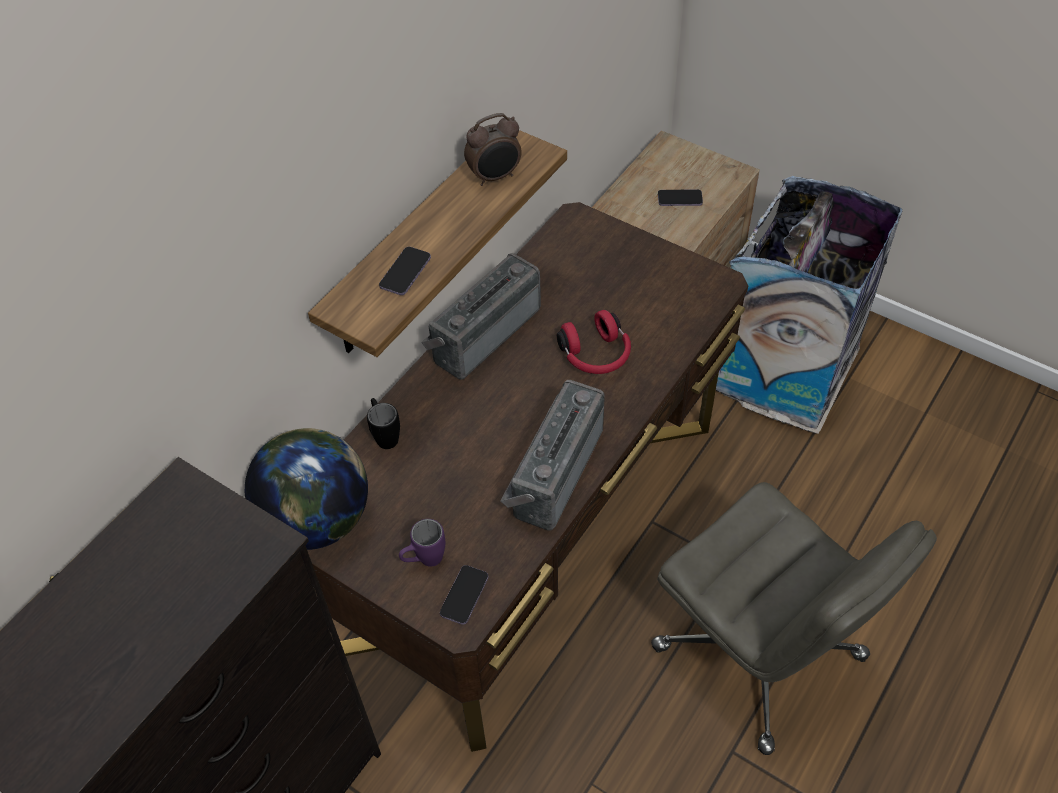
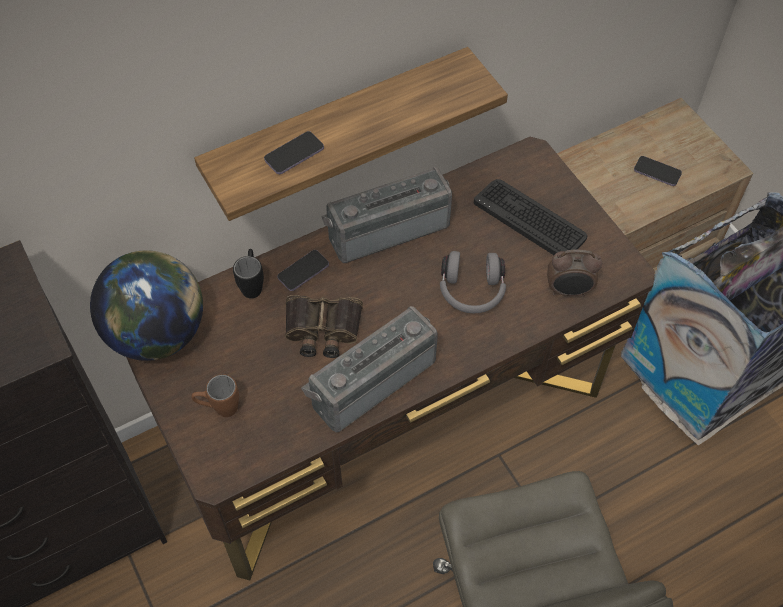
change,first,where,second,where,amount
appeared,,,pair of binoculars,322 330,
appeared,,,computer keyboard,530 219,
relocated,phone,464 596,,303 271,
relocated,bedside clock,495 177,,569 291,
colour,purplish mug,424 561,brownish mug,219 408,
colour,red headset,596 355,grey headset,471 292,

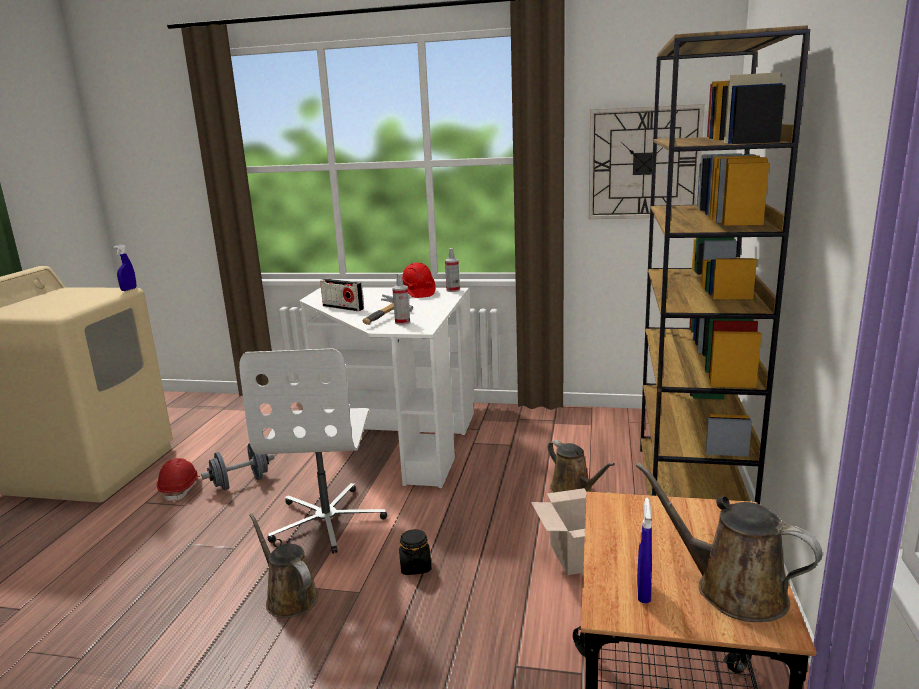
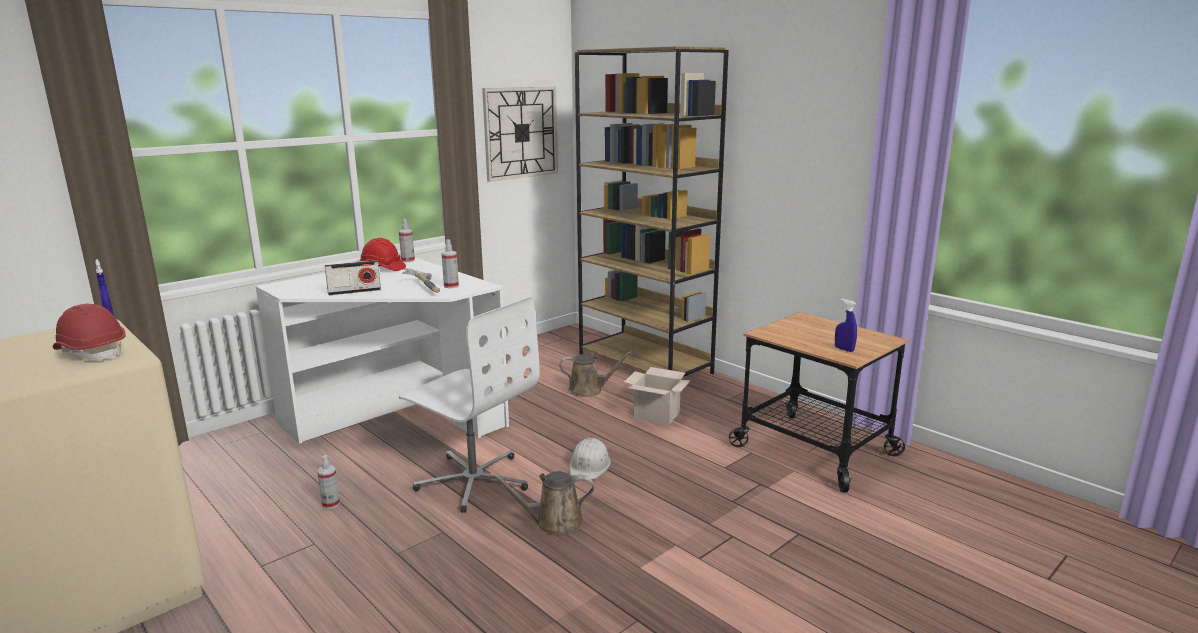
change,first,where,second,where,amount
missing,brownish watering can,732 590,,,
relocated,red work helmet,181 489,,92 352,
exchanged,grey free weight,241 482,hand sprayer,331 504,
exchanged,black storage jar,415 566,white-coloured work helmet,589 466,

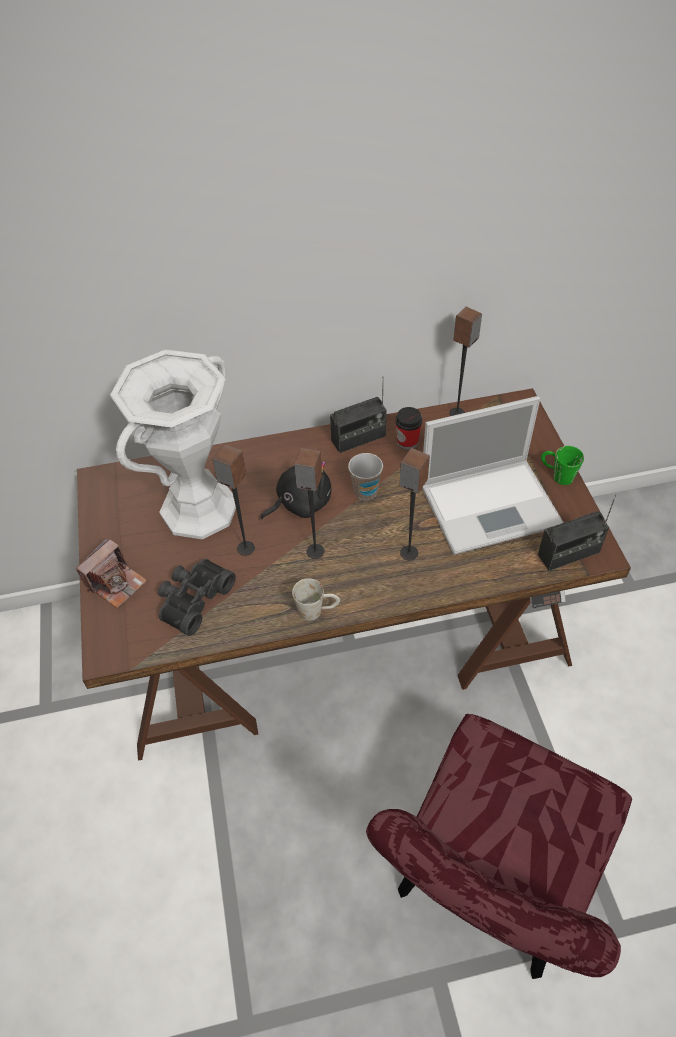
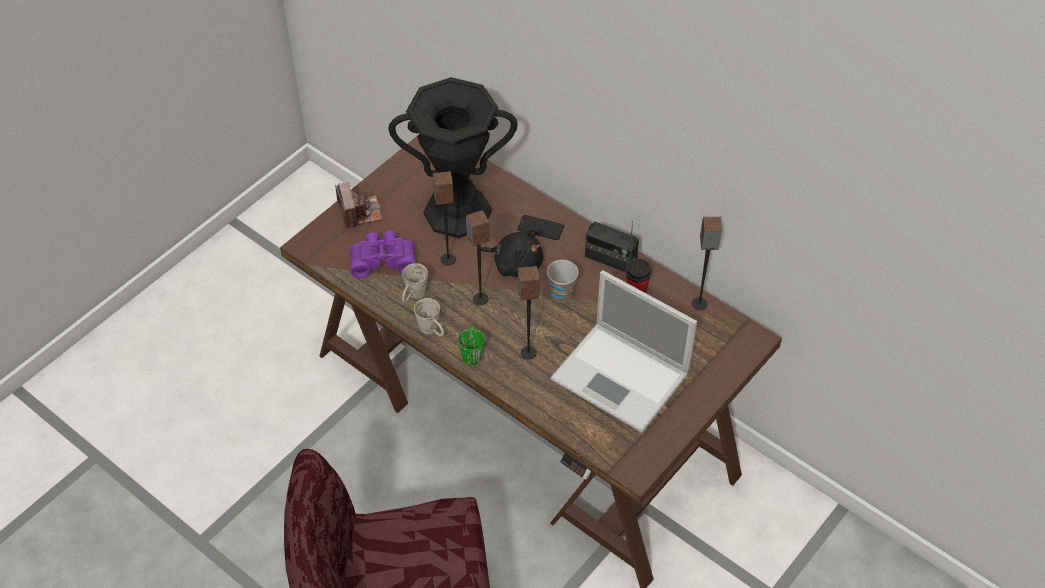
change,first,where,second,where,amount
missing,radio receiver,568 554,,,
appeared,,,white-coloured mug,413 296,
appeared,,,phone,540 228,
relocated,green-coloured mug,557 475,,471 352,
colour,white-coloured vase,199 508,black vase,457 212,
colour,black pair of binoculars,193 599,purplish pair of binoculars,383 259,
spun,photo camera,116 583,,360 212,105 degrees counterclockwise

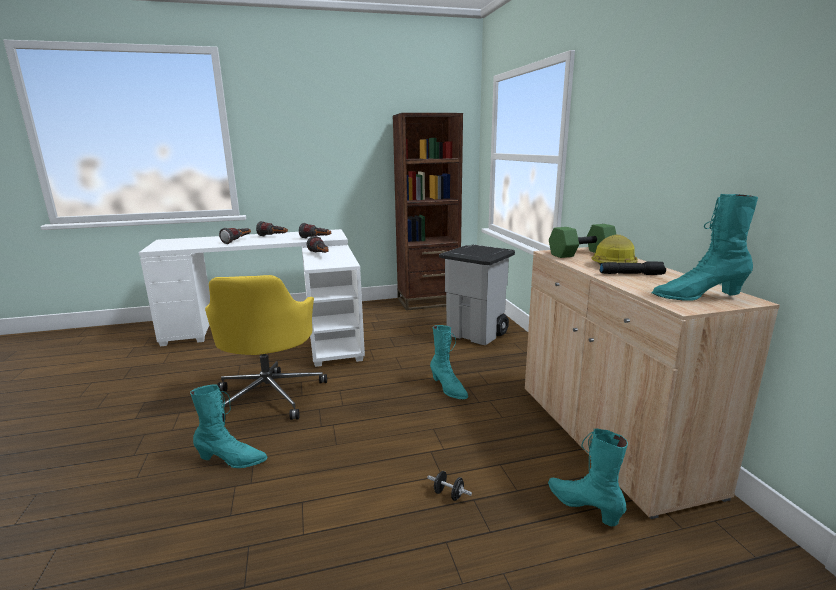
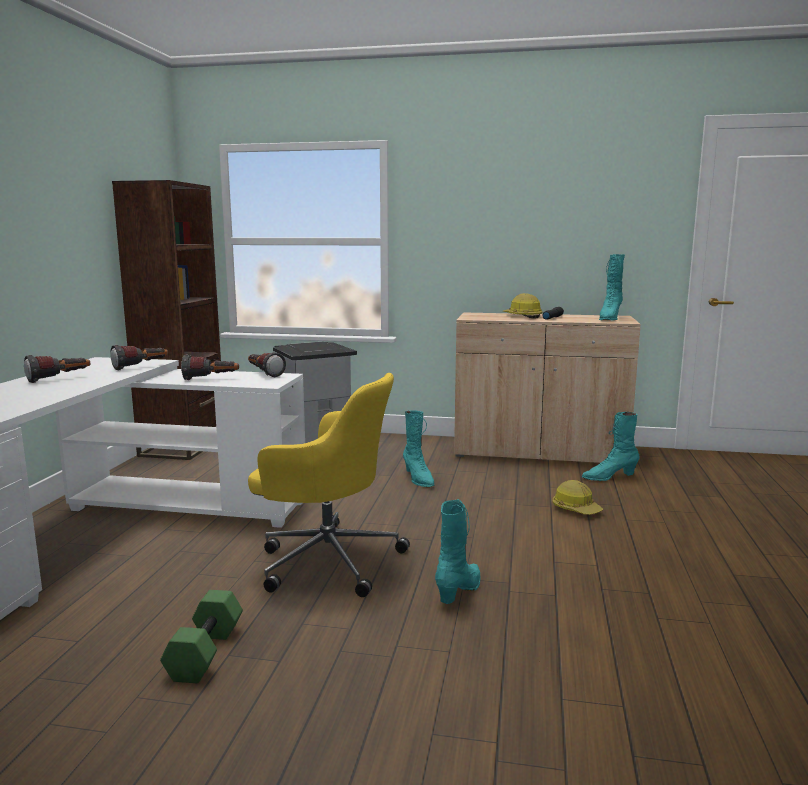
change,first,where,second,where,amount
relocated,flashlight,238 241,,263 373,
relocated,green-coloured free weight,581 254,,206 653,
exchanged,black free weight,448 494,work helmet,576 509,
spun,blue-green boot,448 389,,418 479,75 degrees clockwise

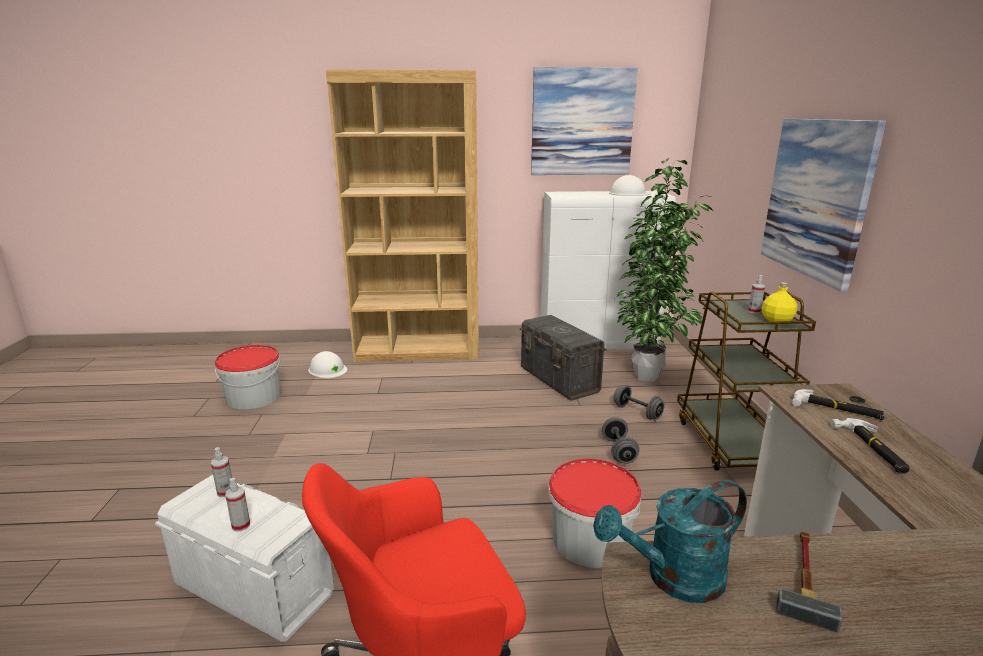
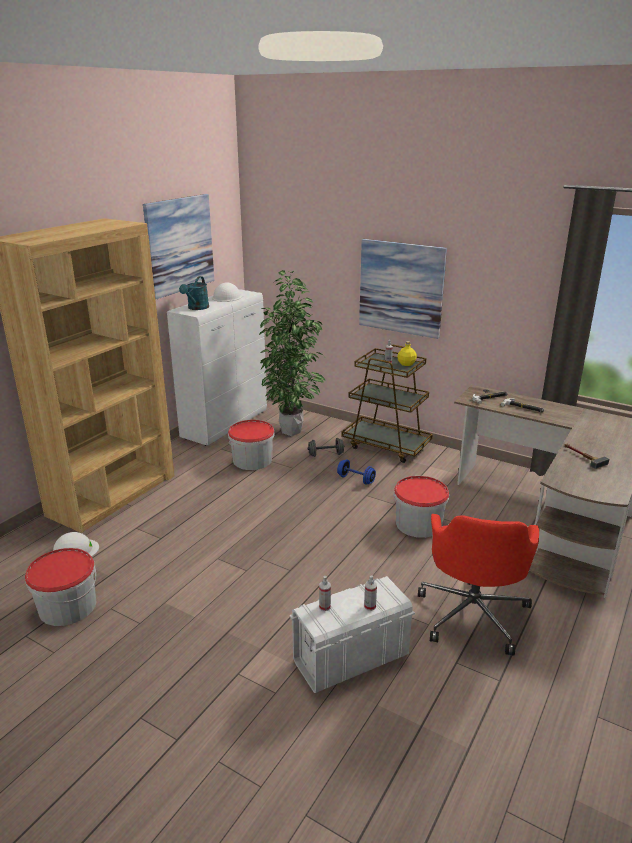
change,first,where,second,where,amount
relocated,blue-green watering can,673 578,,196 308,
exchanged,grey storage box,559 380,water bucket,252 460,
colour,grey free weight,618 451,bluish free weight,356 479,

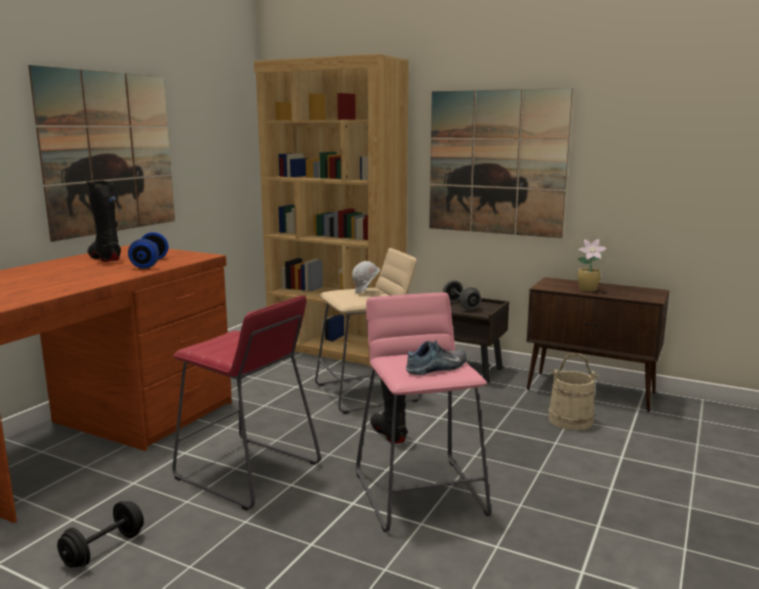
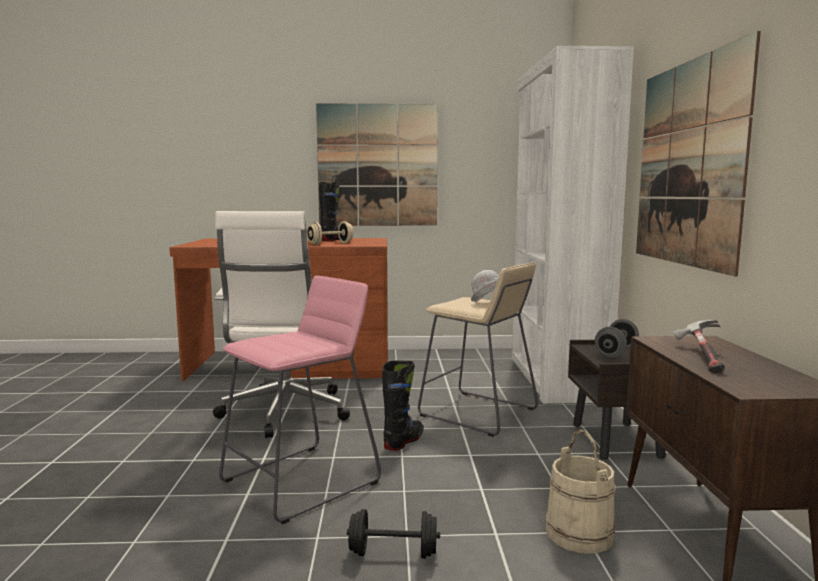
change,first,where,second,where,amount
missing,item of footwear,437 368,,,
relocated,black free weight,104 549,,393 553,
exchanged,red stool seat,247 472,white-coloured desk chair,284 413,
exchanged,potted plant,588 290,hand hammer,702 357,
colour,bluish free weight,150 264,sand-coloured free weight,330 244,
colour,brownish bookshelf,336 348,white-coloured bookshelf,555 378,

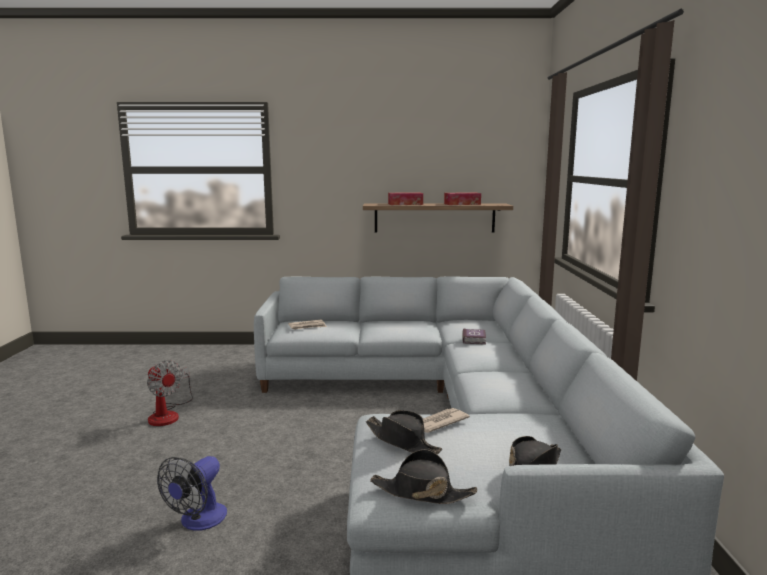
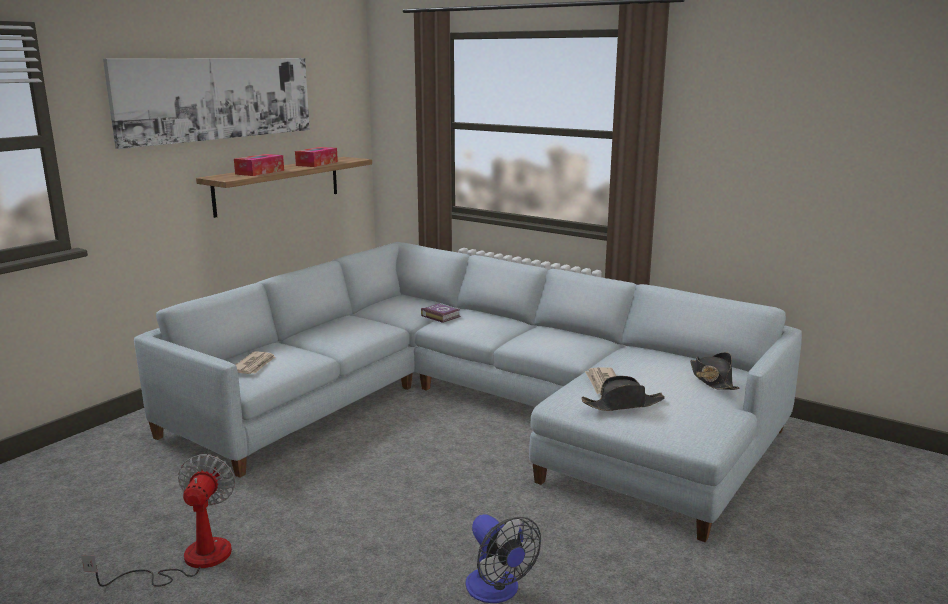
change,first,where,second,where,amount
missing,black clothing hat,421 492,,,
appeared,,,picture,217 98,
spun,cooling fan,168 414,,189 560,75 degrees counterclockwise

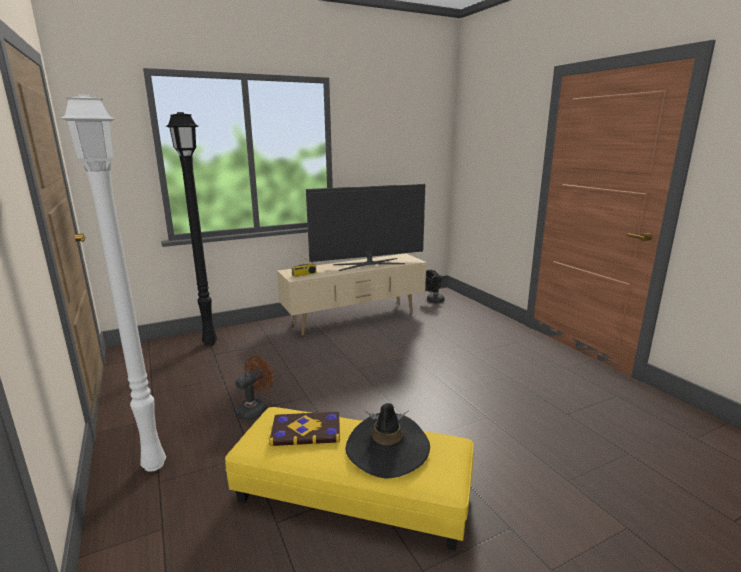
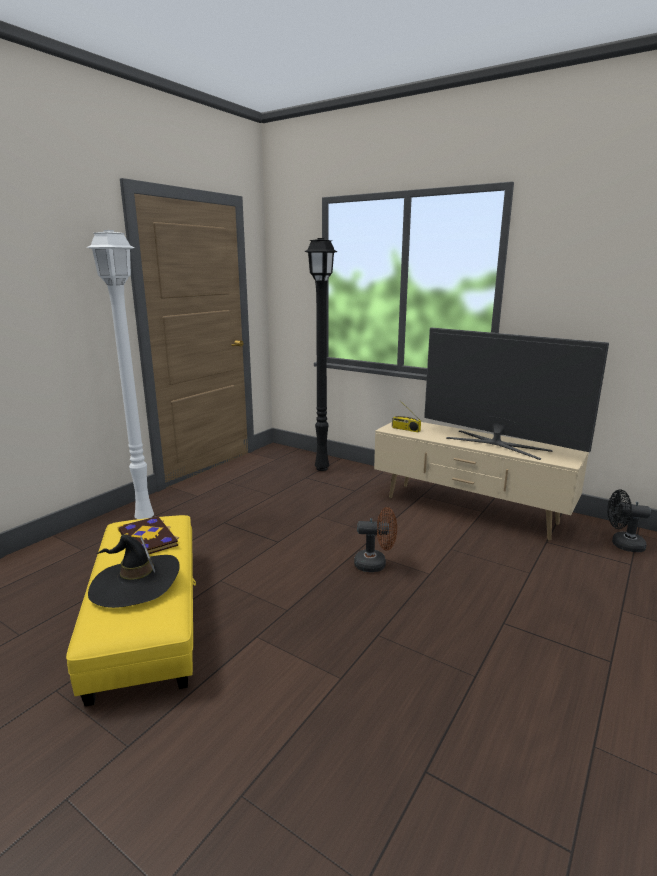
change,first,where,second,where,amount
relocated,brownish cooling fan,255 409,,375 564,

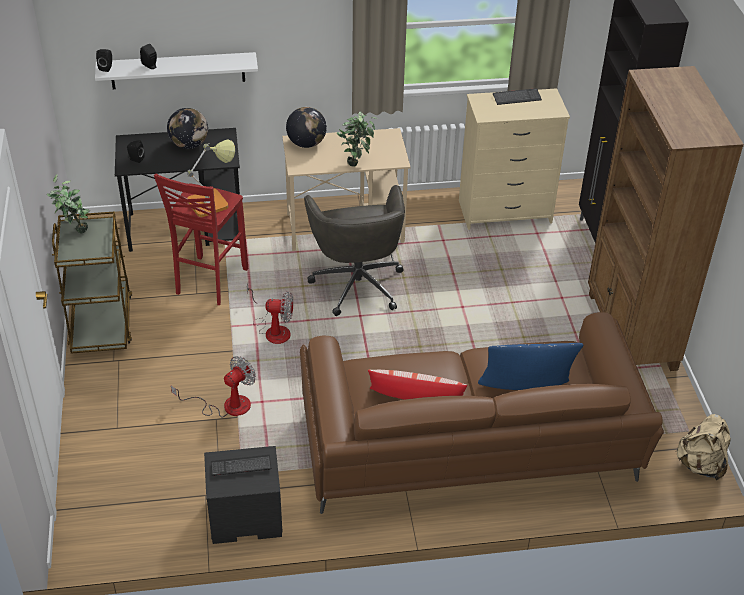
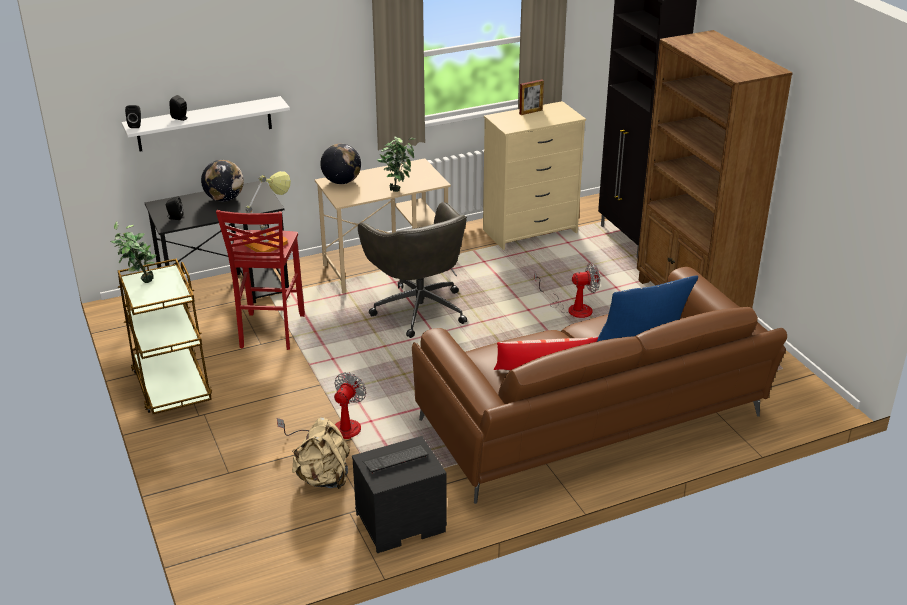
change,first,where,second,where,amount
relocated,cooling fan,273 329,,572 308,
relocated,sand-coloured knapsack,700 464,,323 478,
exchanged,computer keyboard,516 98,photo frame,530 112,

